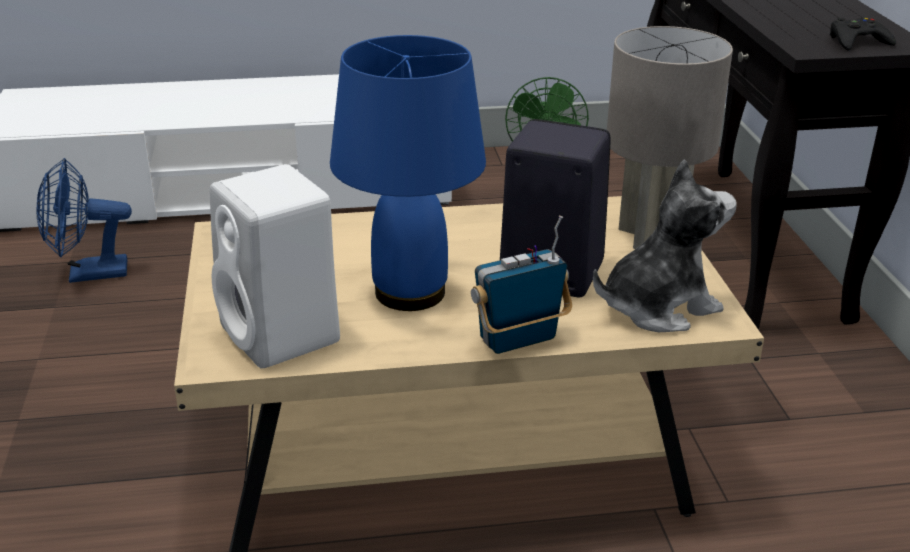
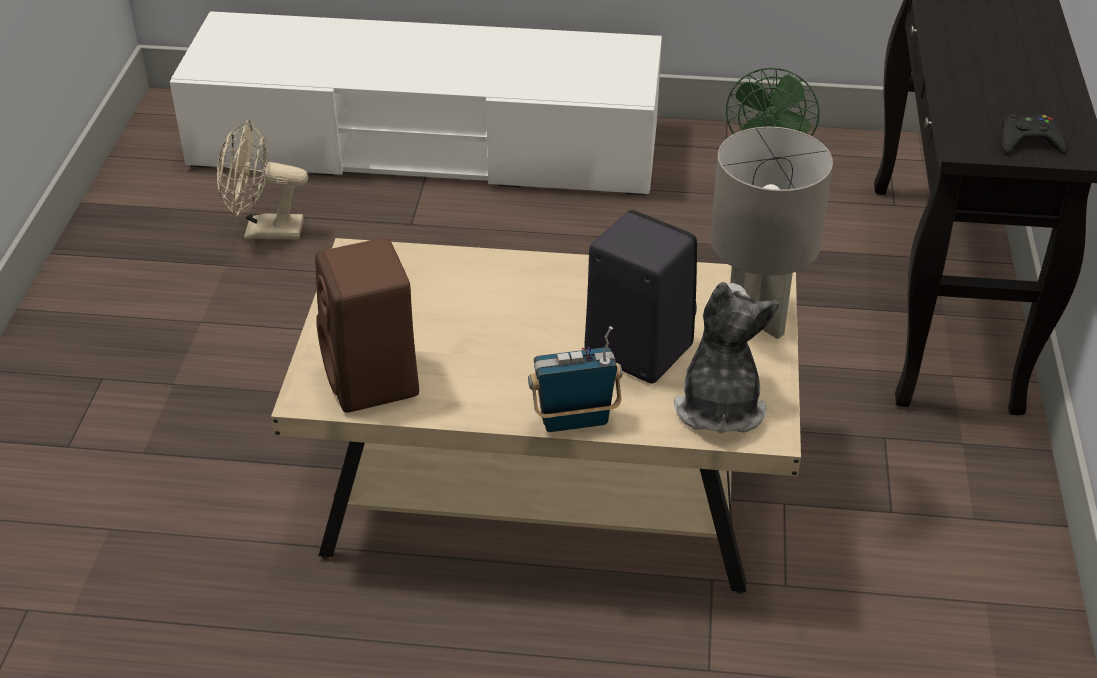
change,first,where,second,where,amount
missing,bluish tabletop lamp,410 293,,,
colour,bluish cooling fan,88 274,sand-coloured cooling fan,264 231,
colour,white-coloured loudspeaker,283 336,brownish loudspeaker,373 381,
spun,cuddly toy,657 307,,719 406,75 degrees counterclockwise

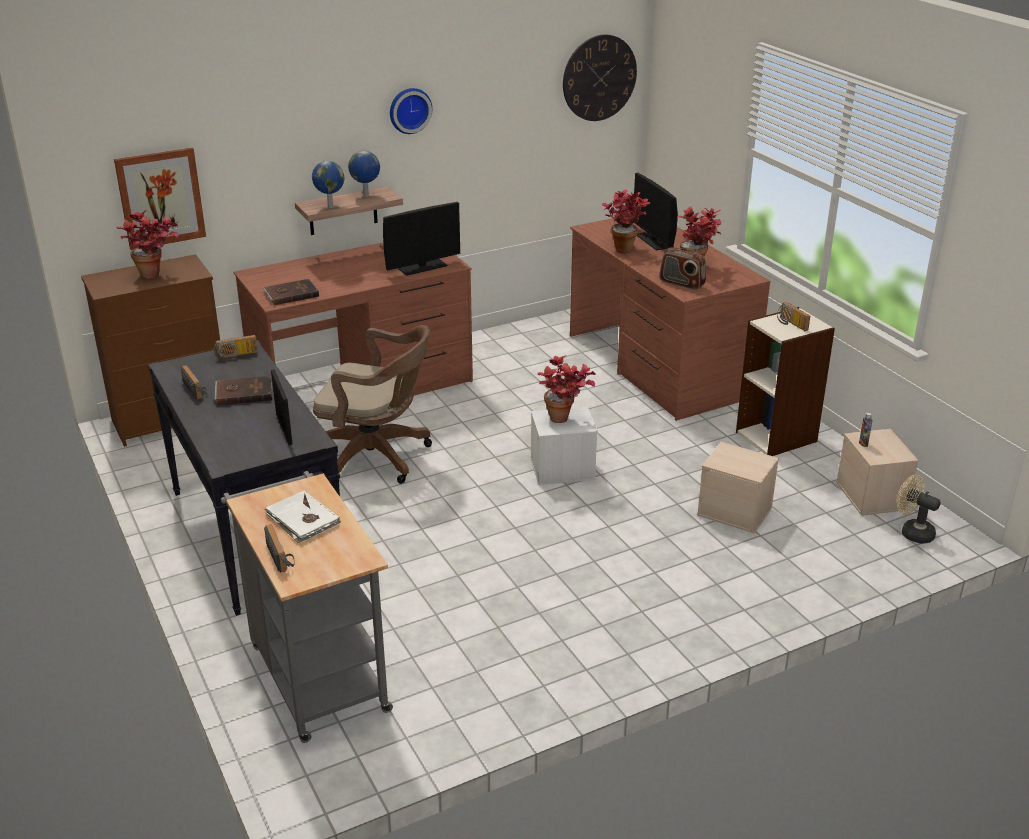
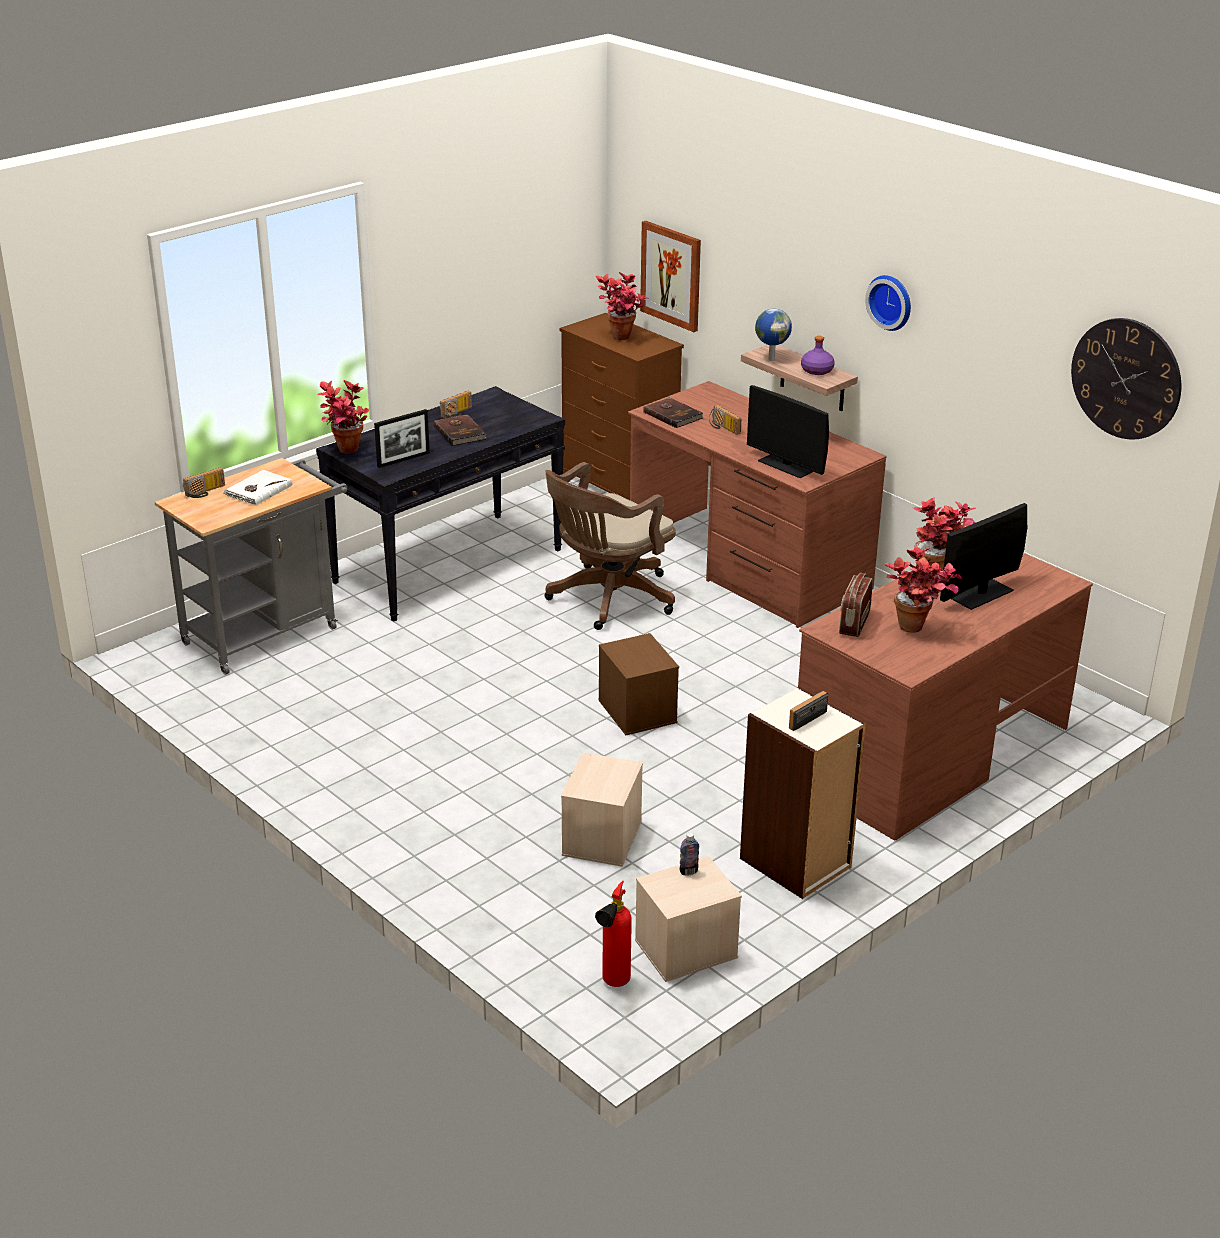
change,first,where,second,where,amount
relocated,radio receiver,237 356,,722 428,
relocated,potted plant,565 421,,346 453,
exchanged,globe,366 196,purplish drink bottle,816 370,
exchanged,sand-coloured cooling fan,912 532,fire extinguisher,613 984,
colour,white-coloured storage box,561 469,brownish storage box,636 711,
spun,brownish desk chair,377 457,,607 600,45 degrees clockwise

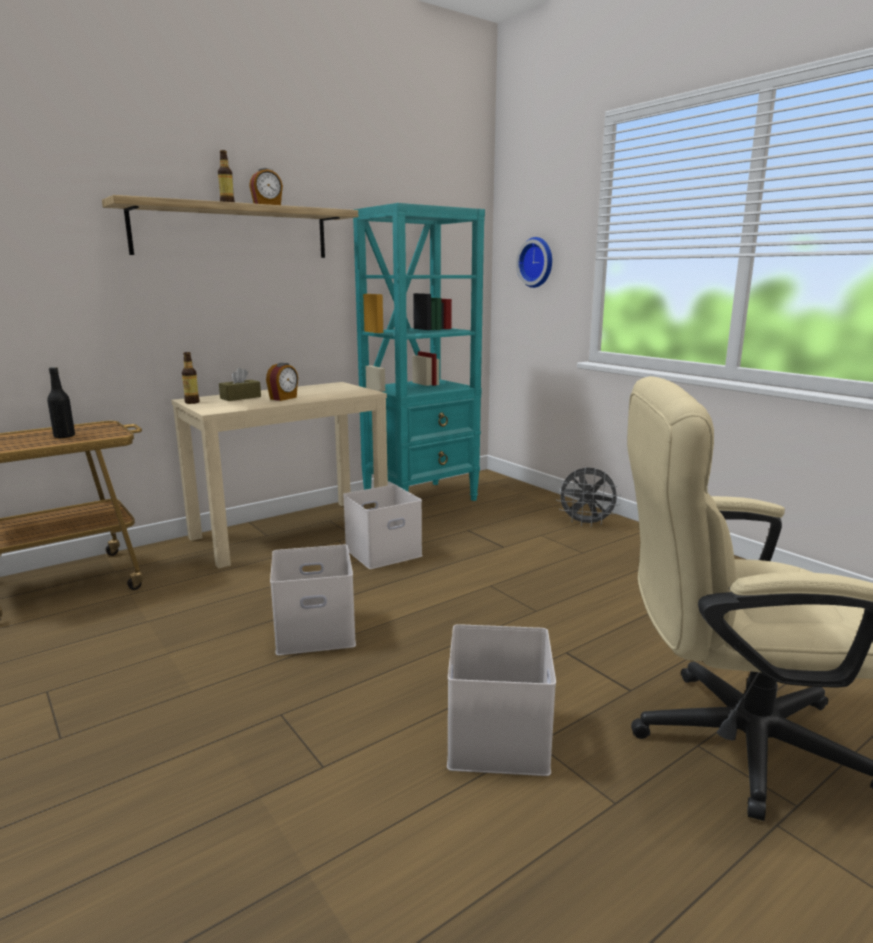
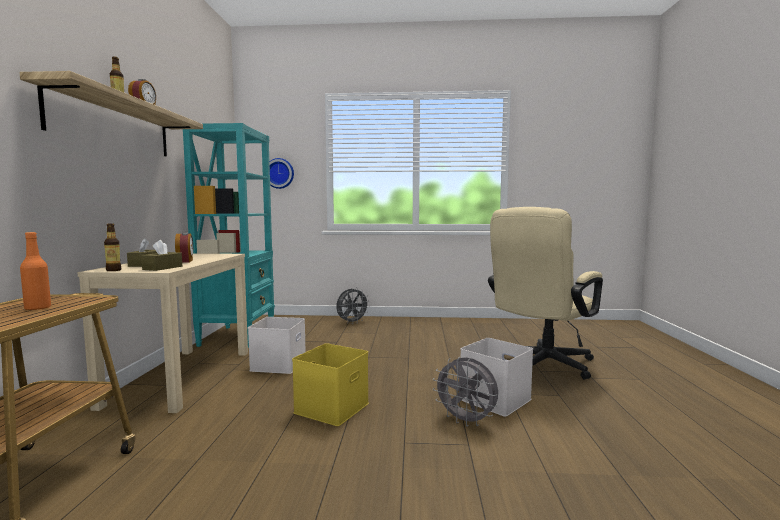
change,first,where,second,where,amount
appeared,,,brownish box of tissues,162 268,
appeared,,,grey cooling fan,466 421,
colour,black drink bottle,64 436,orange drink bottle,38 308,
colour,white-coloured storage box,317 630,yellow storage box,331 407,

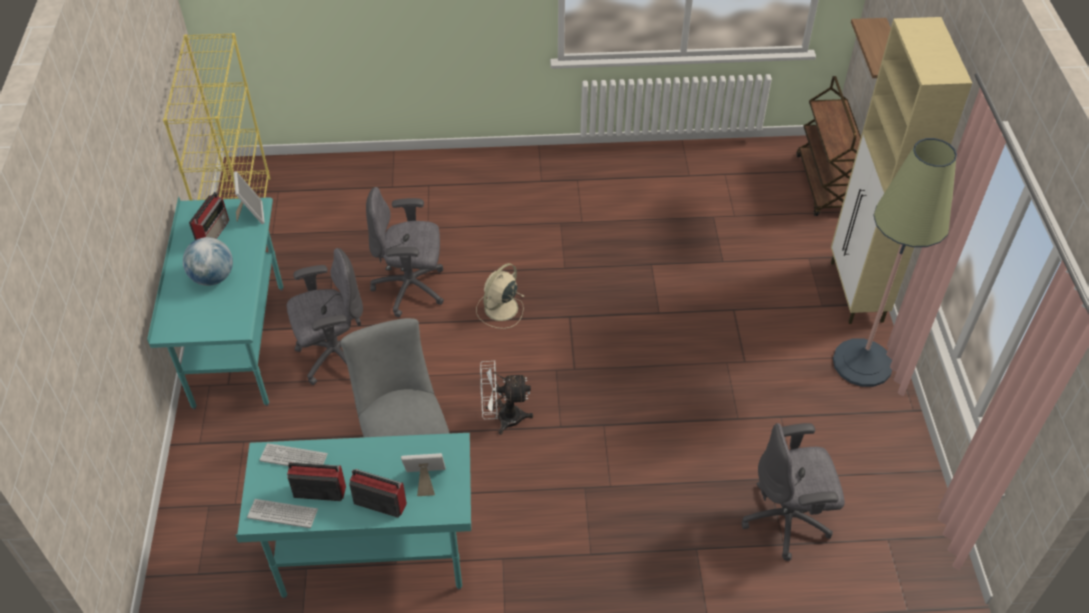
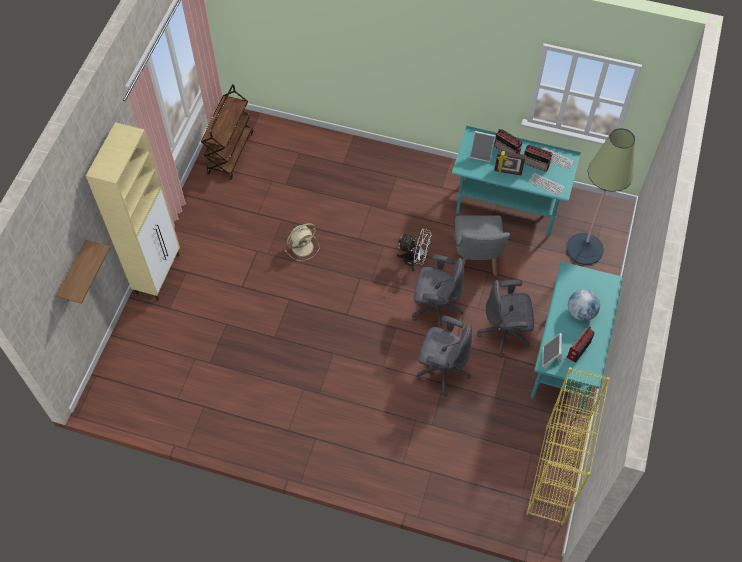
change,first,where,second,where,amount
appeared,,,photo frame,508 172,
relocated,sand-coloured cooling fan,500 309,,303 246,
relocated,grey desk chair,787 520,,436 309,
relocated,brownish wheeled cart,824 185,,230 152,
relocated,standing lamp,862 363,,584 249,

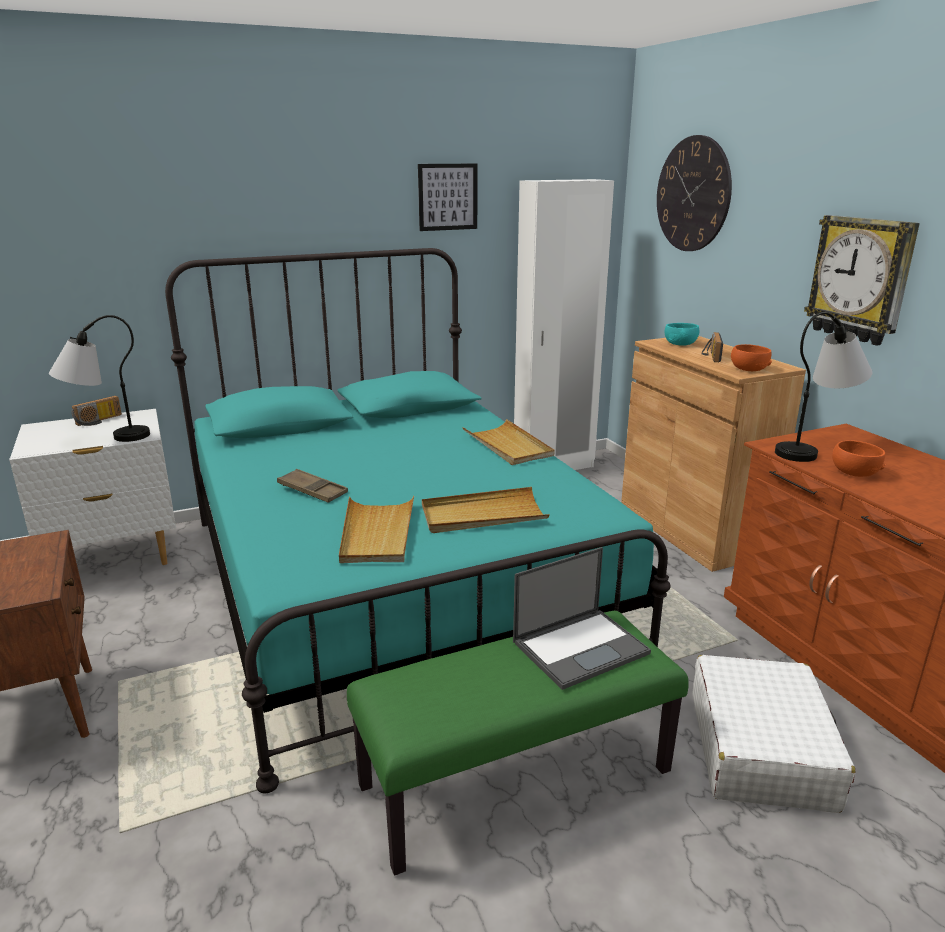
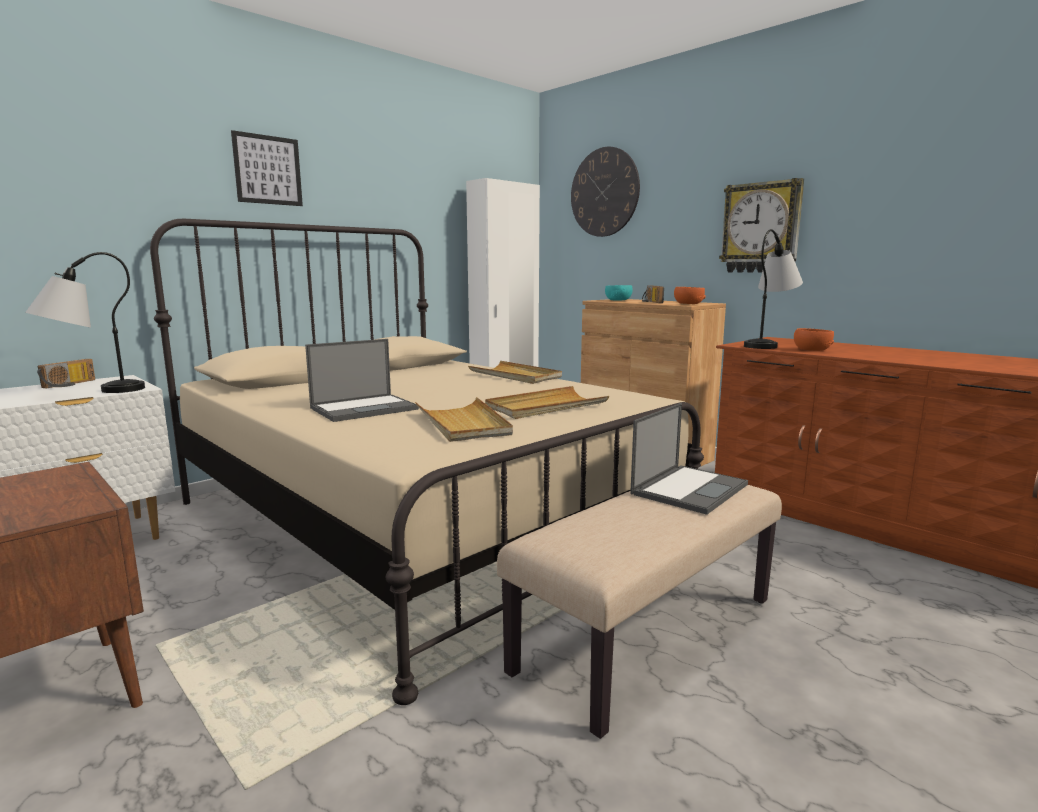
change,first,where,second,where,amount
missing,white-coloured travel case,760 748,,,
relocated,picture,447 197,,267 170,
exchanged,brownish serving tray,312 491,laptop,365 408,
colour,blue-green bedroom bed,392 584,sand-coloured bedroom bed,420 519,
colour,green-coloured indoor bench,516 777,sand-coloured indoor bench,647 633,

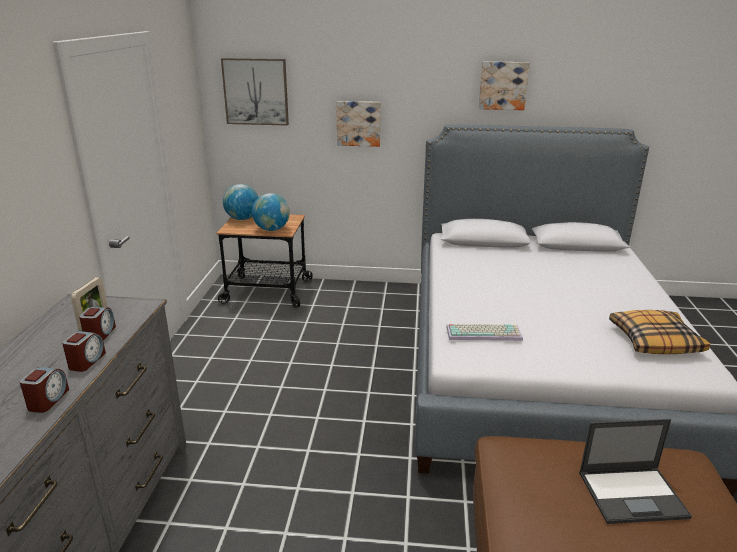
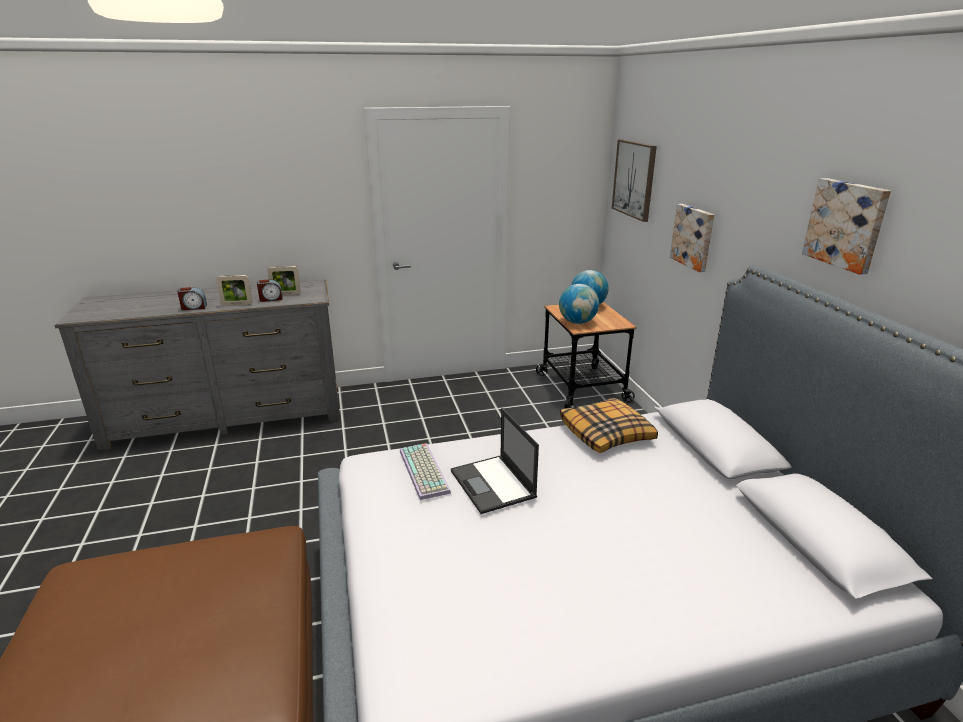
change,first,where,second,where,amount
relocated,laptop,633 494,,493 484,
relocated,cushion,654 340,,606 434,
exchanged,bedside clock,87 361,photo frame,237 304,

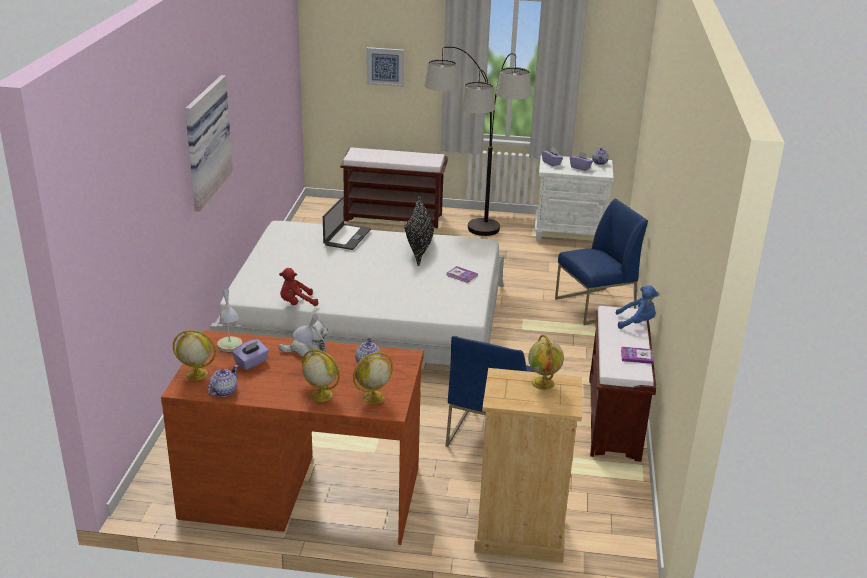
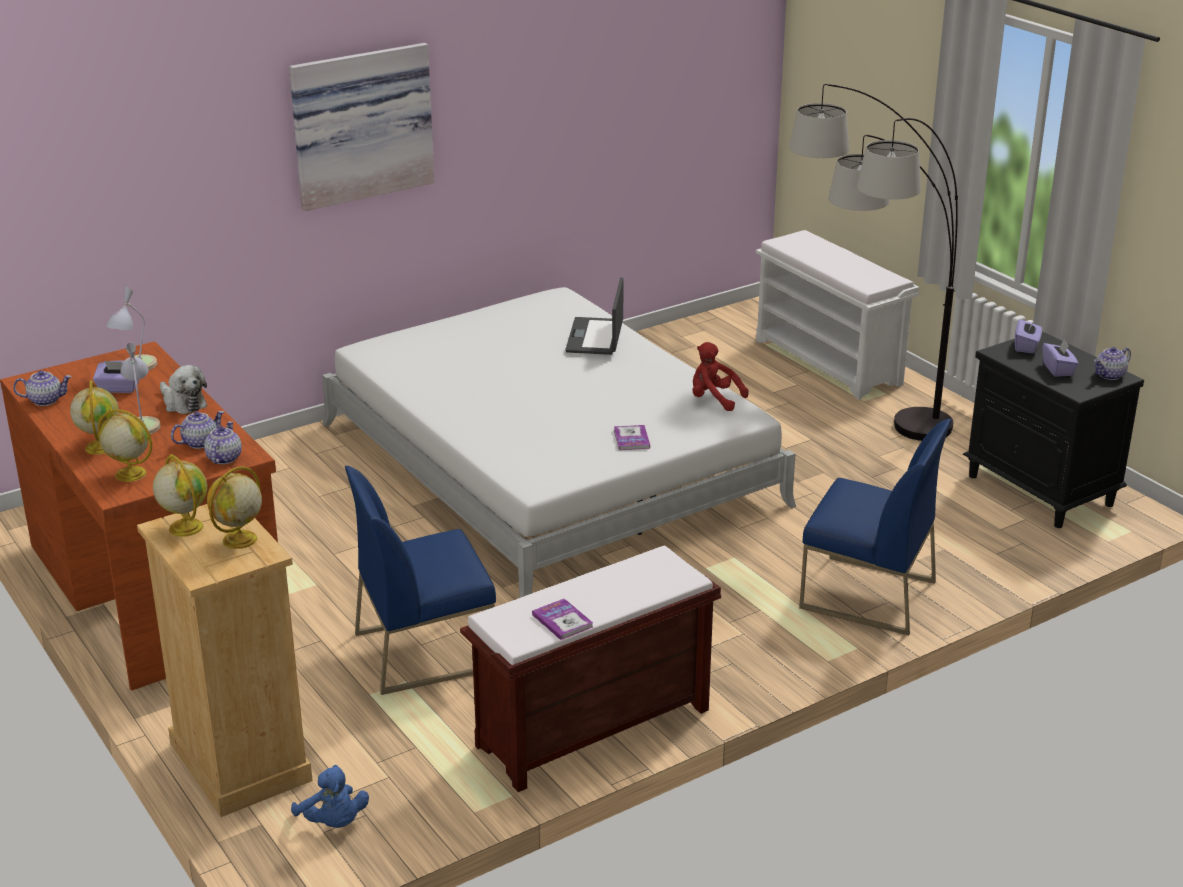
change,first,where,second,where,amount
missing,picture,385 66,,,
missing,black cushion,419 248,,,
appeared,,,pot for tea,224 458,
relocated,globe,196 374,,185 527,
relocated,red cuddly toy,296 303,,714 399,
relocated,bluish cuddly toy,636 322,,333 823,
colour,brownish indoor bench,394 217,white-coloured indoor bench,829 362,
colour,white-coloured night table,570 234,black night table,1041 491,
spun,laptop,346 237,,596 337,120 degrees clockwise

